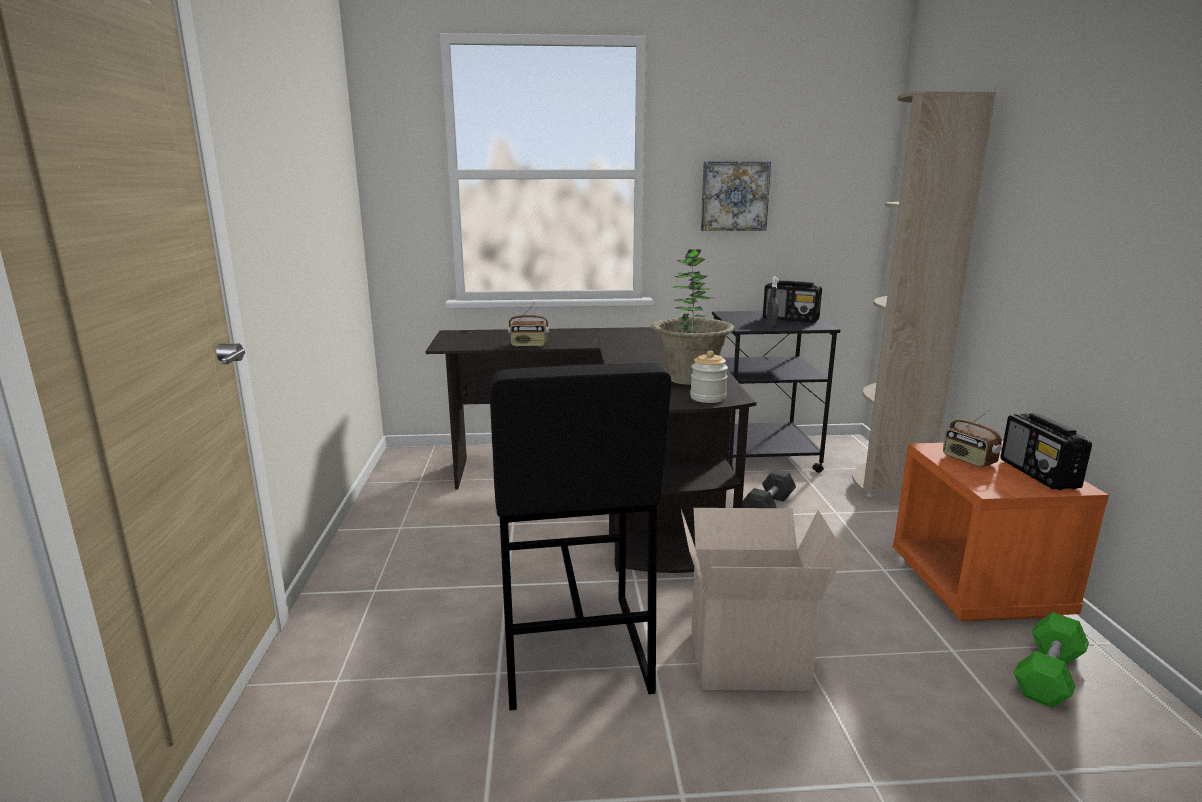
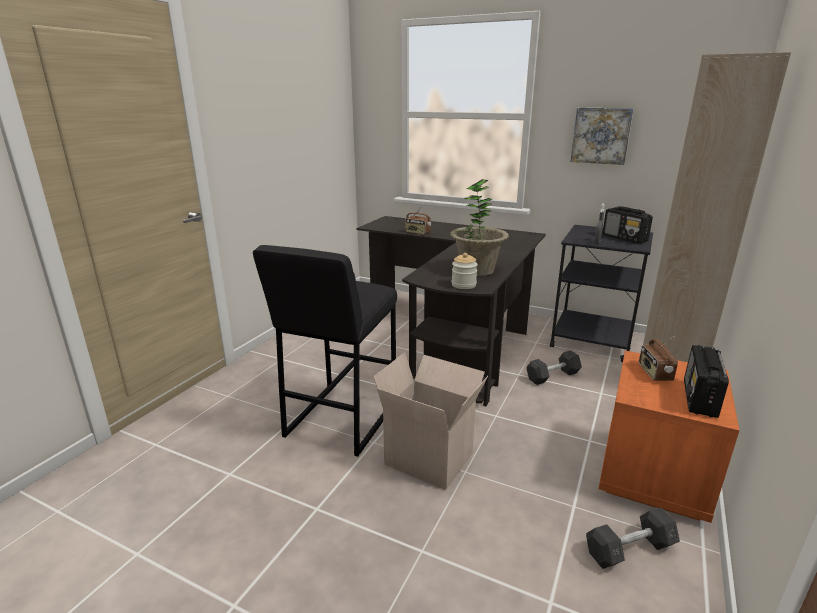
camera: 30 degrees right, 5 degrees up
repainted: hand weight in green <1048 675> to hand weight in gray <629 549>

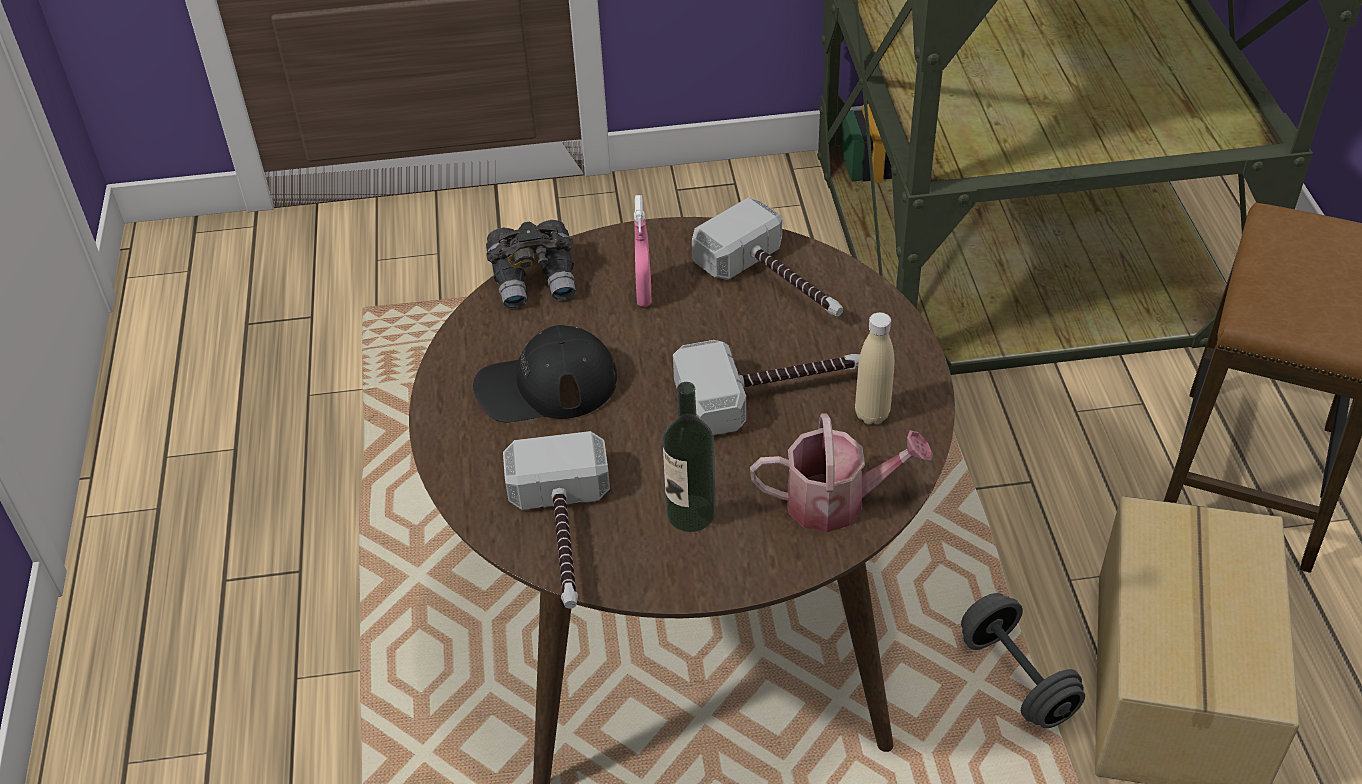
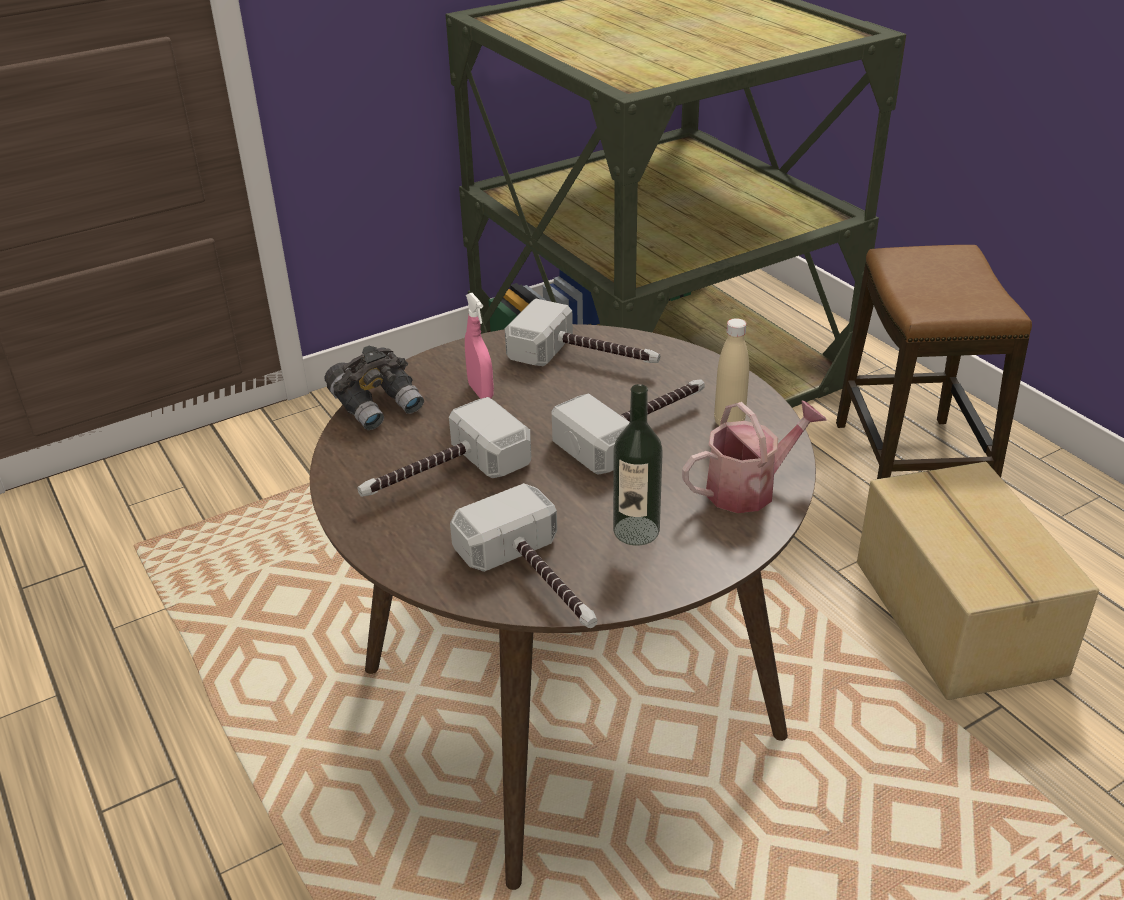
camera: 25 degrees left, 10 degrees down
gone: hand weight in gray <1017 678>
swapped: cap in black-coloured <546 386> to hand hammer <440 476>

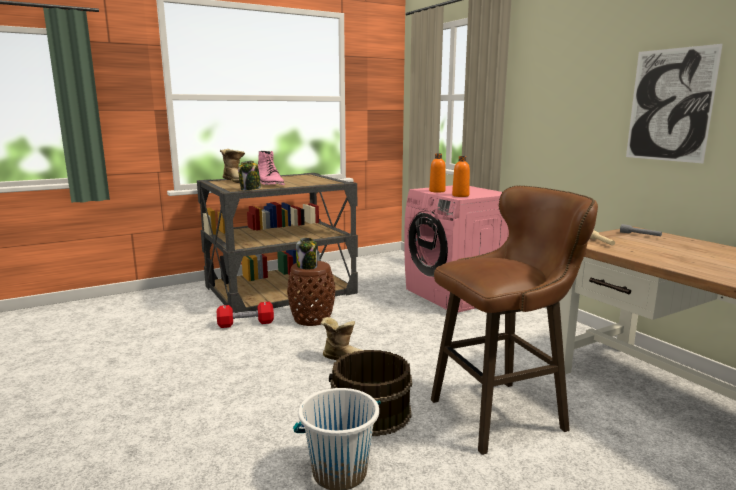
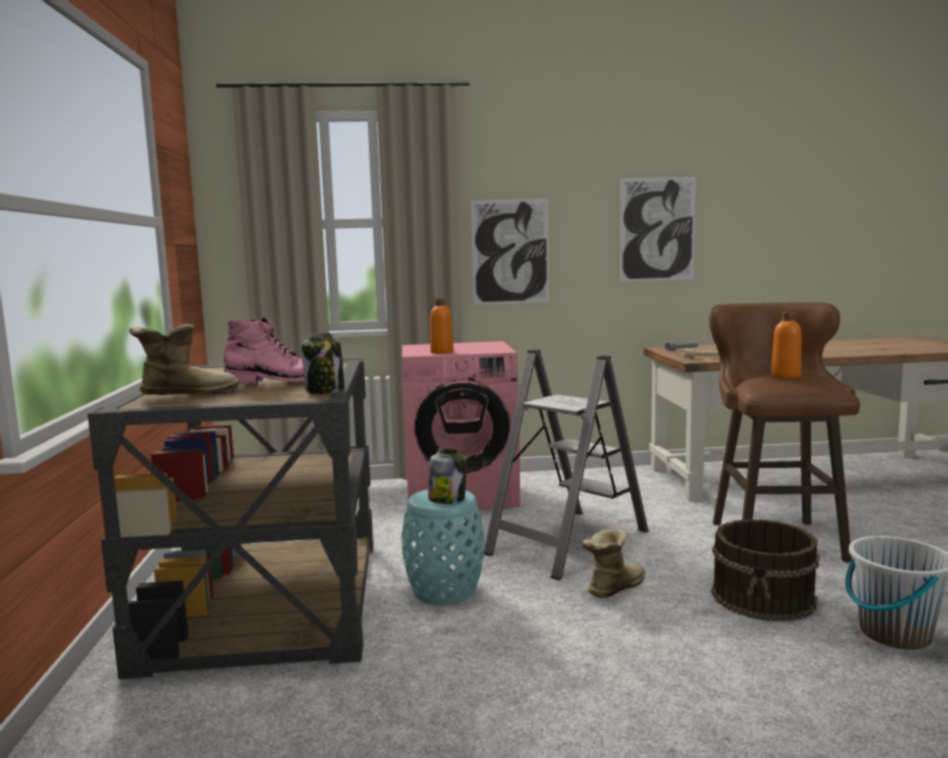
camera: 65 degrees left, 5 degrees down
gone: hand weight in reddish <246 324>
new: wall art <510 251>; step ladder in gray <566 542>
shifted: beverage bottle in orange <460 195> to <785 376>
repainted: stool seat in brownish <312 319> to stool seat in turquoise <445 591>

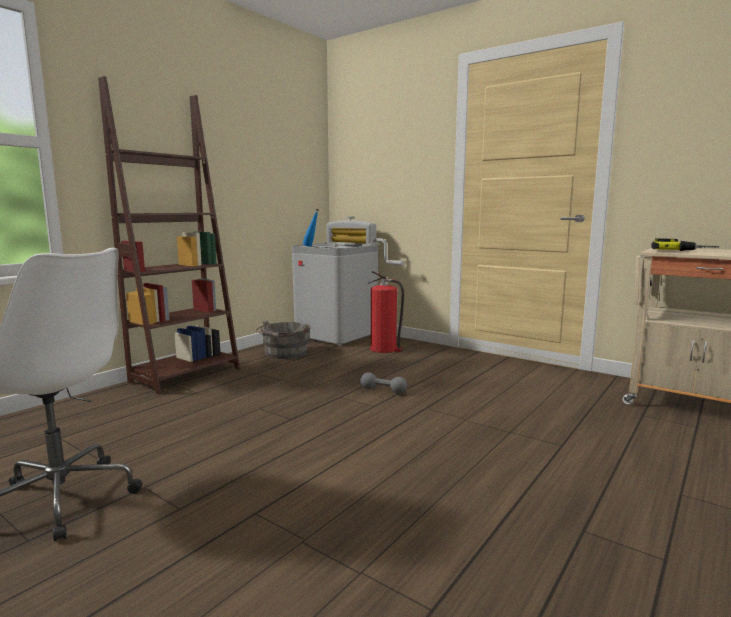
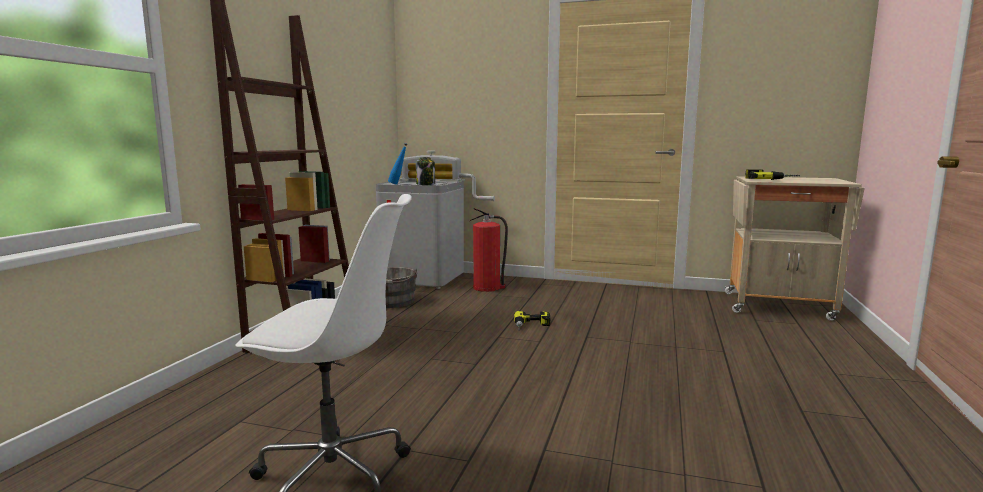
camera: 20 degrees left, 0 degrees up
new: storage jar <426 184>
swapped: hand weight in gray <383 391> to drill <532 326>

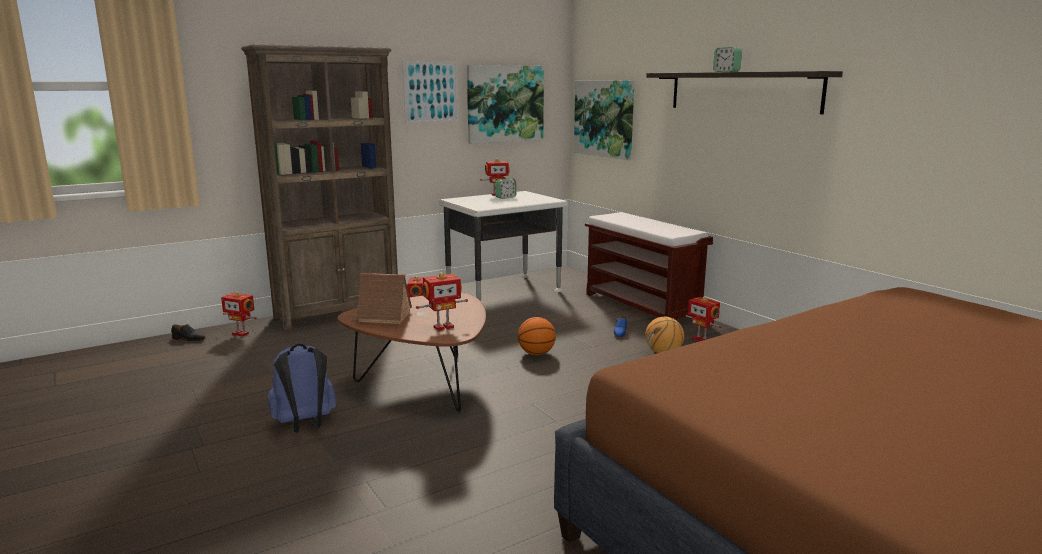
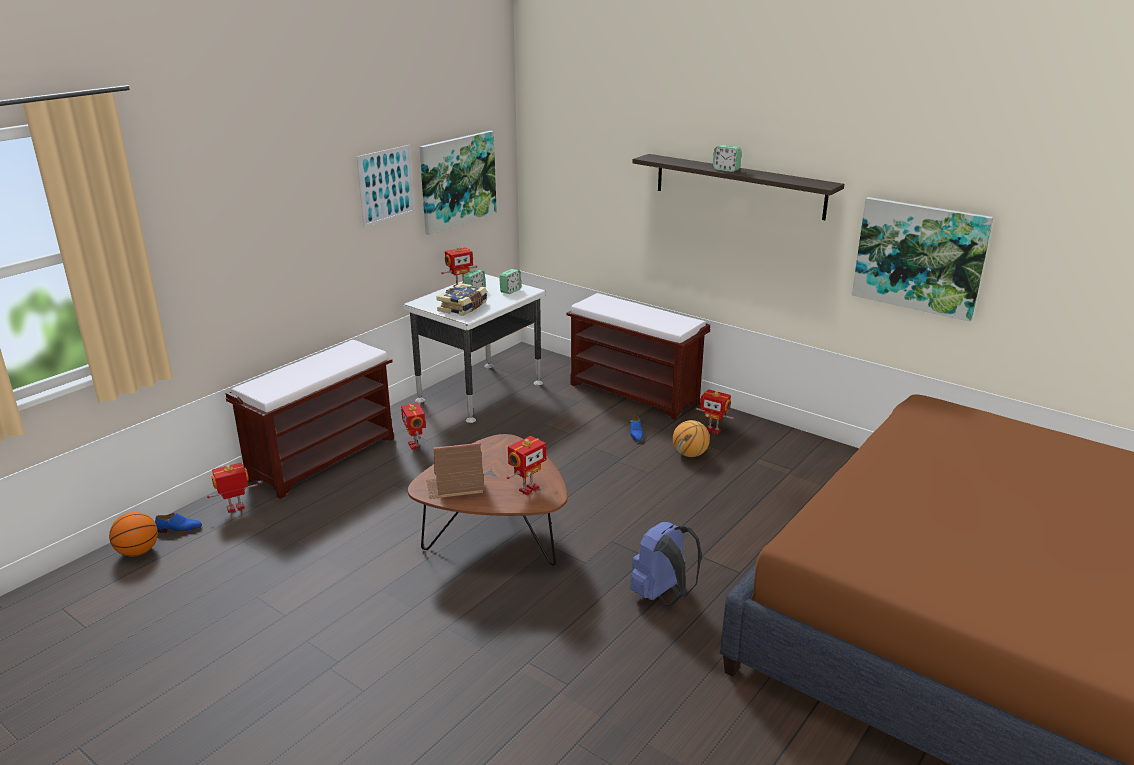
camera: 20 degrees left, 10 degrees up
new: book <463 307>; table clock <510 291>
shifted: ball for basketball <536 353> to <138 552>; backpack in blue-coloured <305 425> to <662 595>; wall art <604 118> to <919 257>
swapped: shelving unit in brownish <338 313> to indoor bench in brownish <323 458>
repainted: low shoe in black-coloured <188 339> to low shoe in blue-coloured <179 529>
rotated: model robot <241 333> = <236 509> 150 degrees clockwise

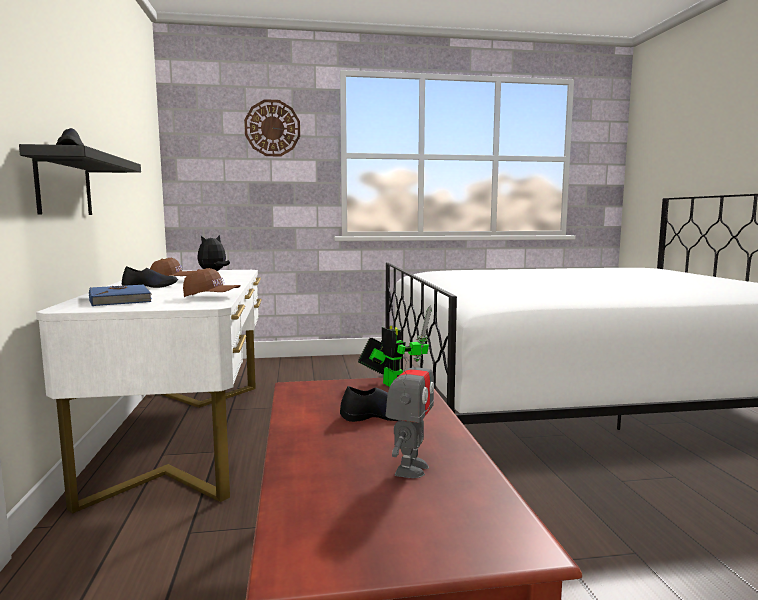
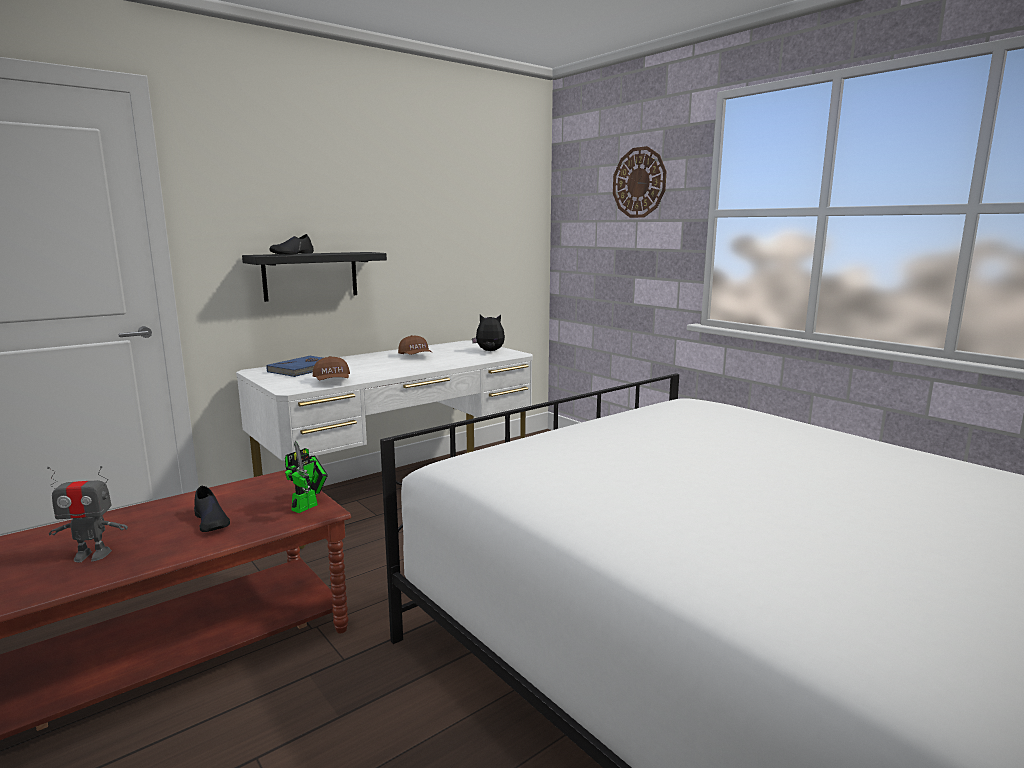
camera: 60 degrees right, 5 degrees up
gone: low shoe in black-coloured <150 286>

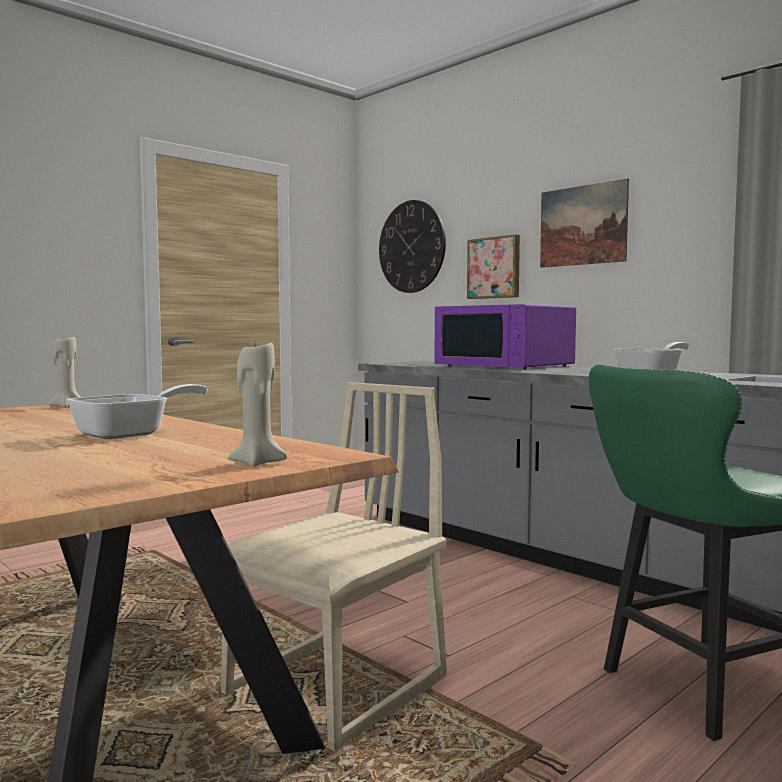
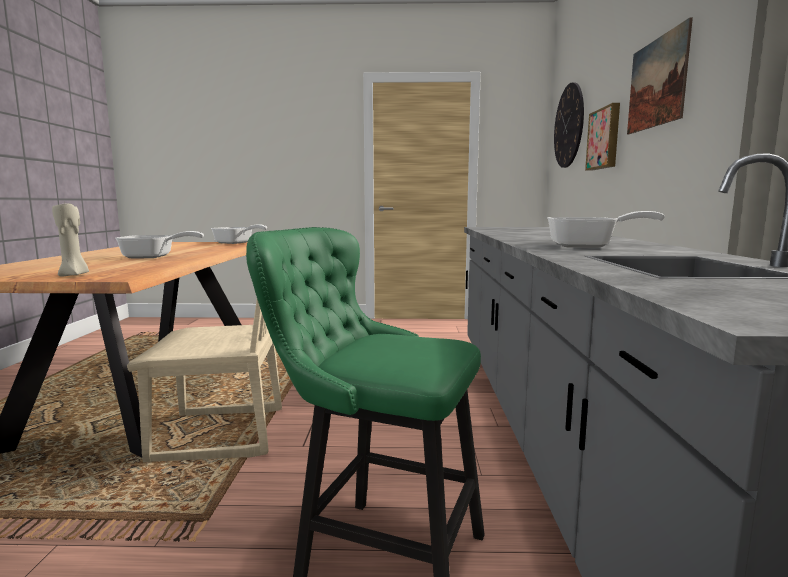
camera: 45 degrees right, 5 degrees up
gone: kitchen microwave in purplish <505 366>
swapped: candle in beige-coloured <67 406> to frying pan <236 243>

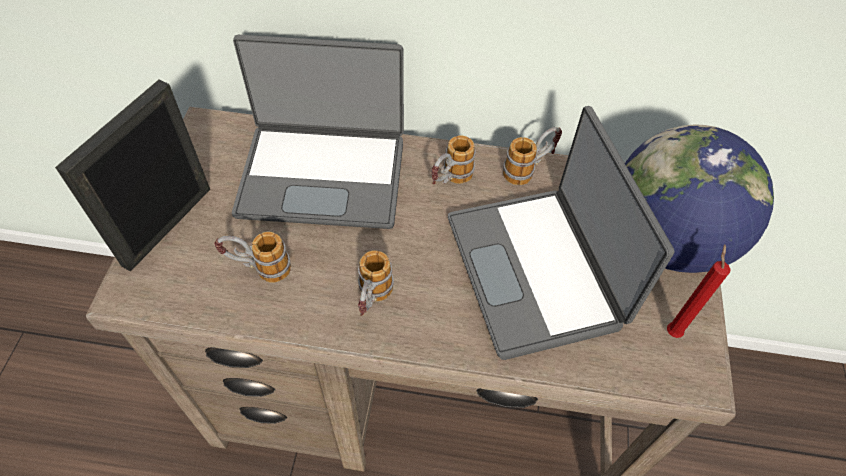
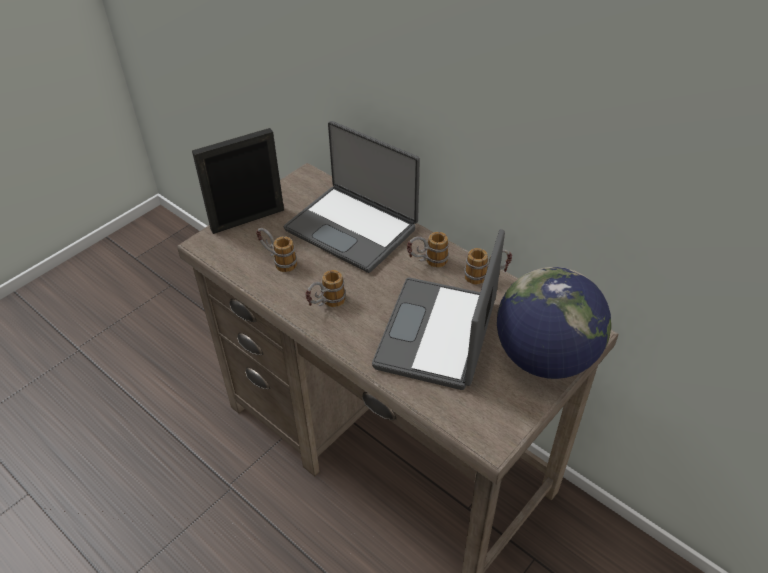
camera: 35 degrees right, 10 degrees down
gone: candle in reddish <672 330>

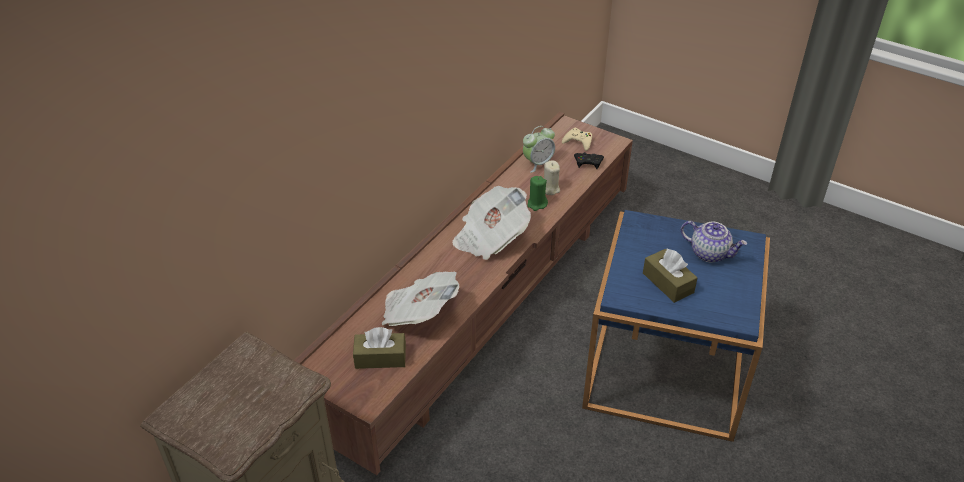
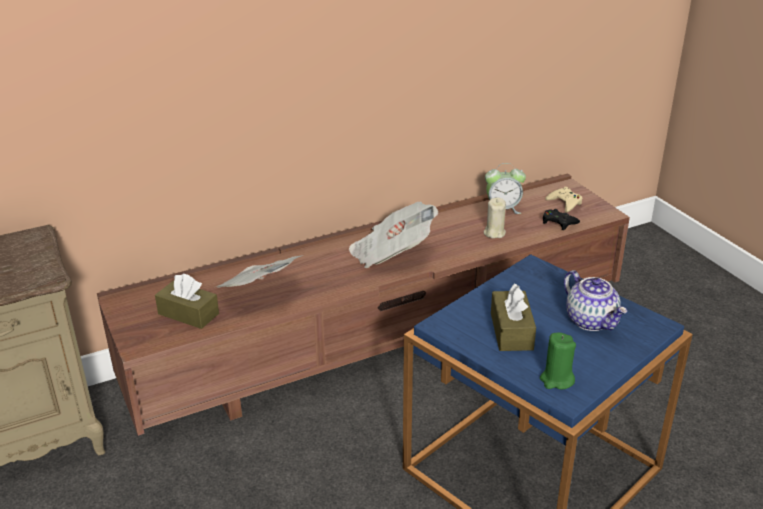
camera: 30 degrees right, 10 degrees down
shifted: candle in green <537 204> to <556 380>

